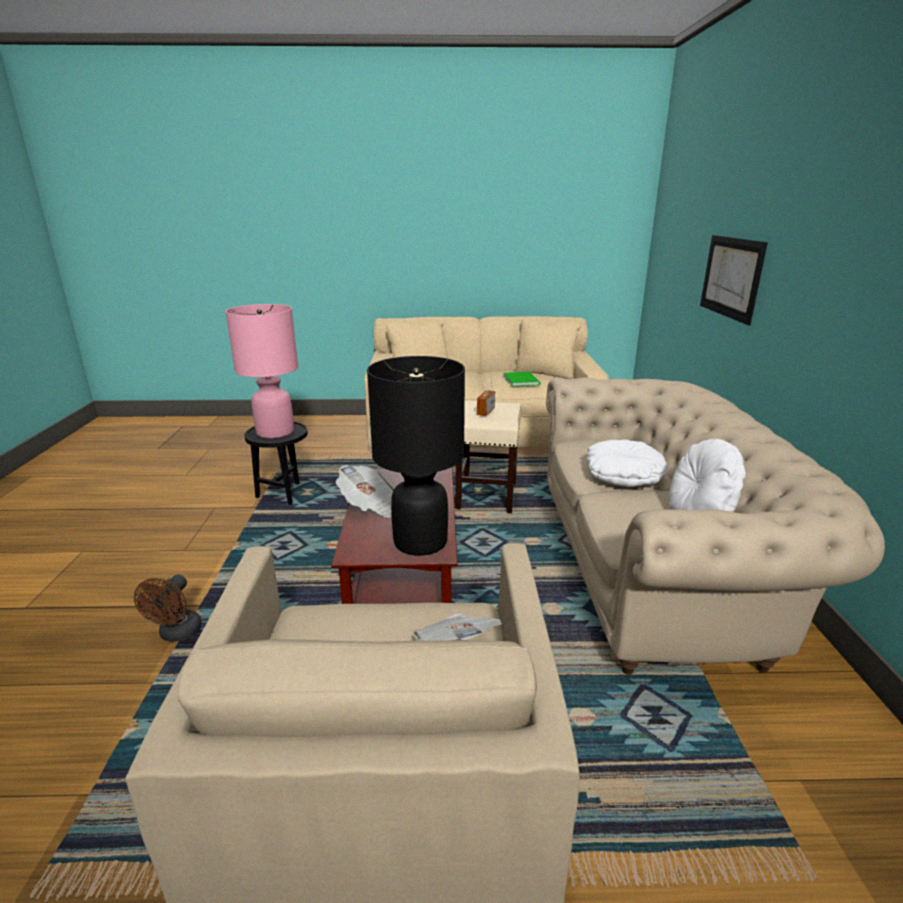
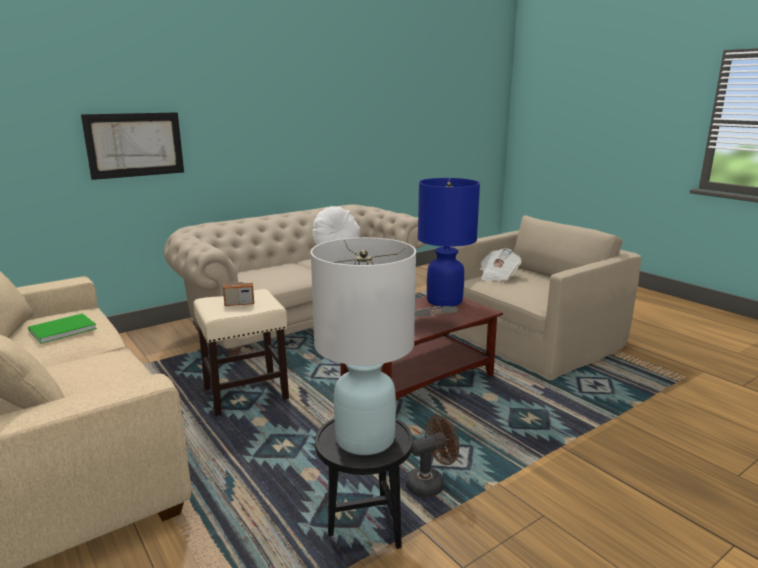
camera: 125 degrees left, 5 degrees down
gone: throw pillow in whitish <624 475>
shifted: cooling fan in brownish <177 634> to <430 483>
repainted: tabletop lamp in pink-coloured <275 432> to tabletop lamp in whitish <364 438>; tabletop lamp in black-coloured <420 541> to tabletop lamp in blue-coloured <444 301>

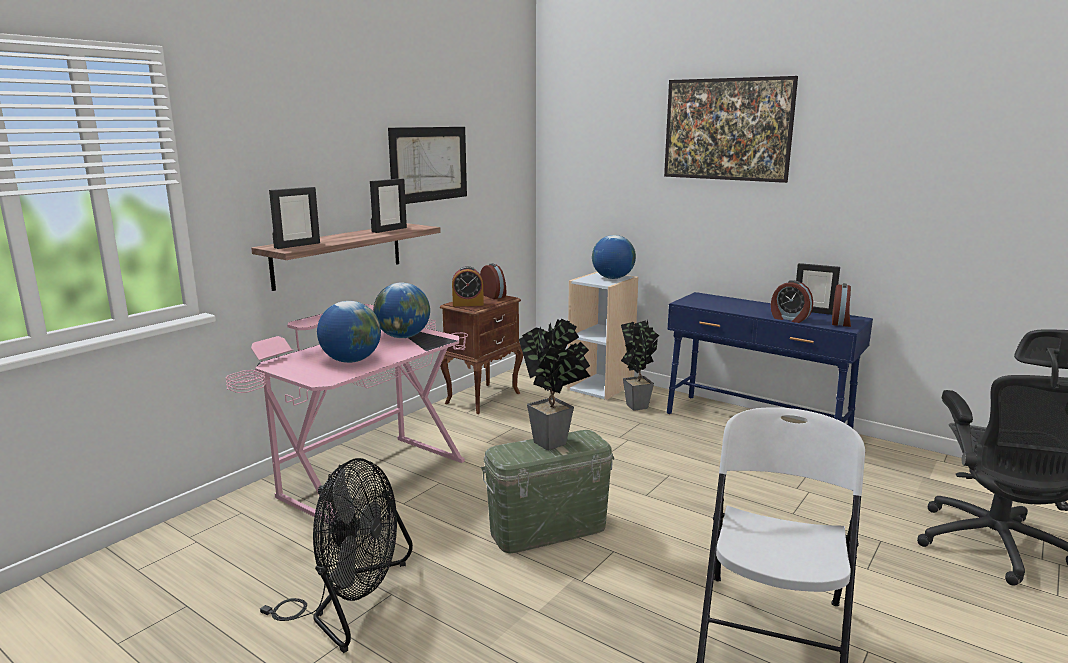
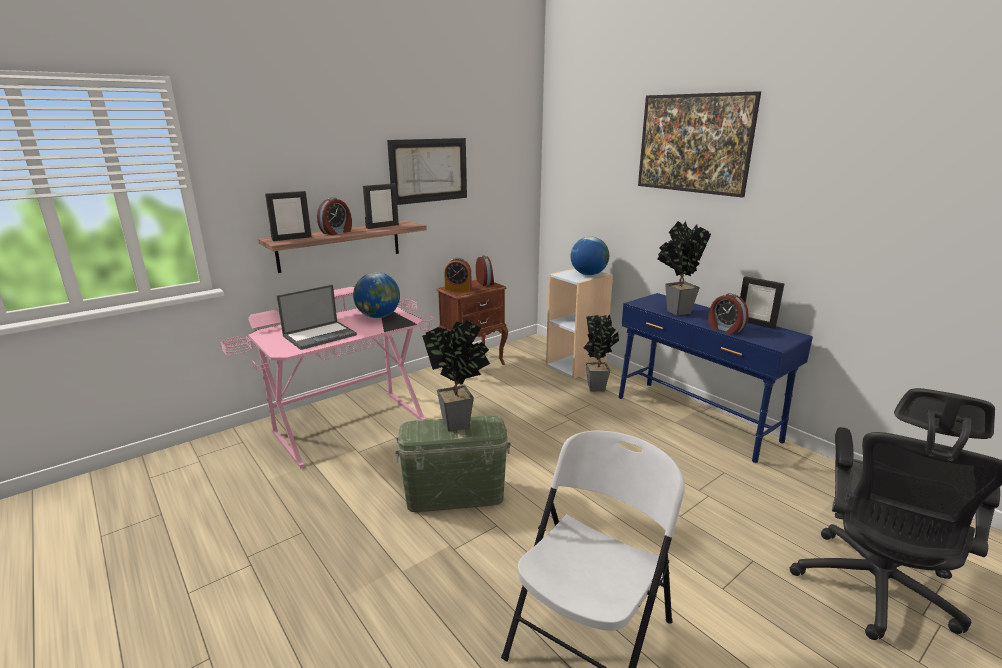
camera: 15 degrees right, 5 degrees up
gone: cooling fan in black-coloured <348 603>
new: houseplant <674 312>
shifted: table clock <841 322> to <337 232>
swapped: desk globe <351 360> to portable computer <320 335>

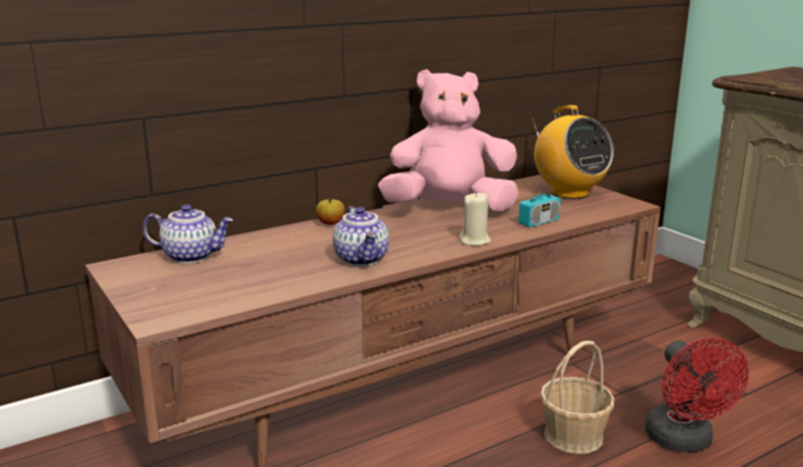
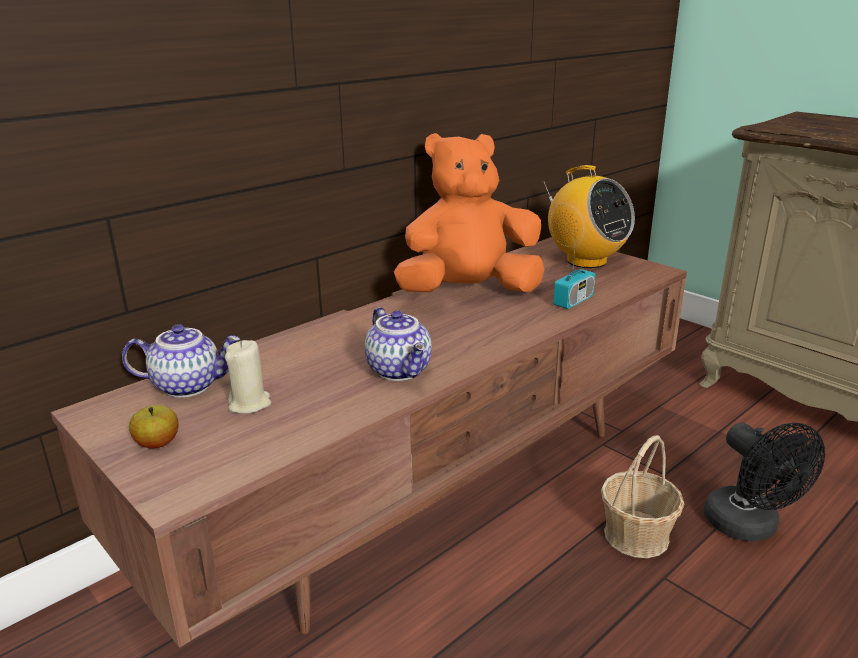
camera: 10 degrees left, 5 degrees up
shifted: apple <330 223> to <157 443>; candle in beige-coloured <475 241> to <250 404>
repainted: plush toy in pink-coloured <449 209> to plush toy in orange <469 292>; cooling fan in reddish <684 441> to cooling fan in black-coloured <749 527>

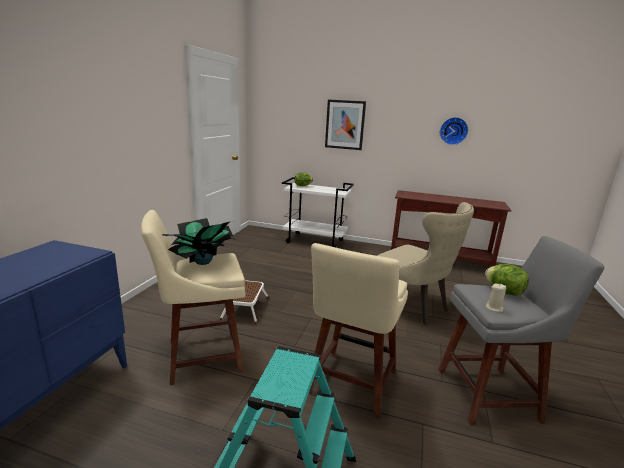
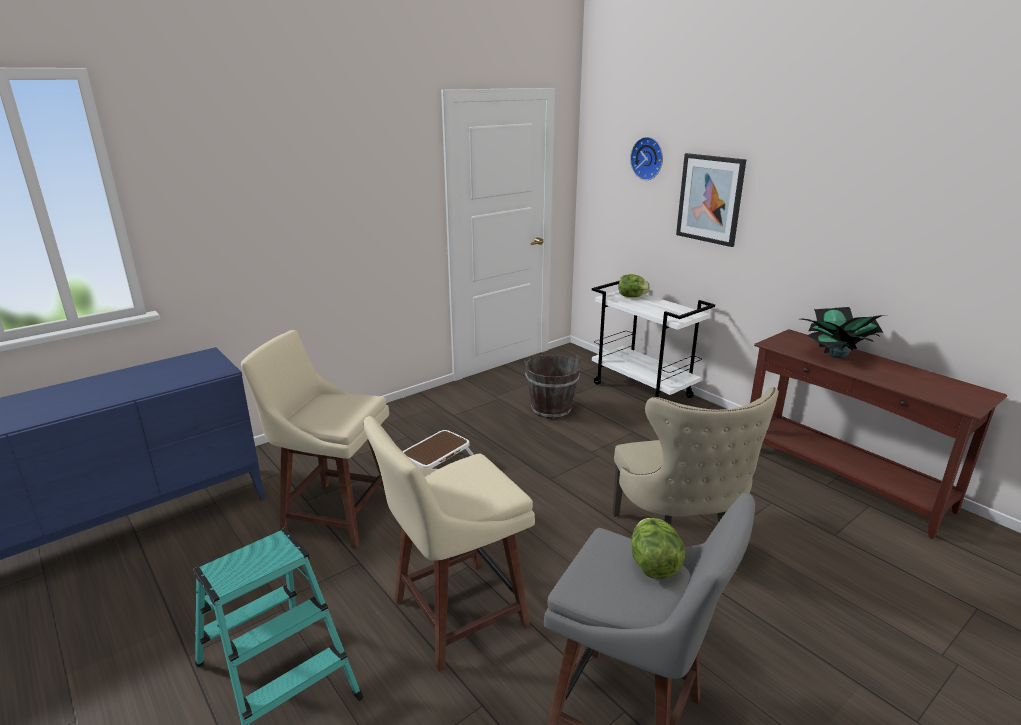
camera: 35 degrees right, 5 degrees up
gone: candle in beige-coloured <494 308>
new: pail in brownish <551 410>
shifted: clock on the wall <453 131> to <648 158>; houseplant <202 262> to <836 355>

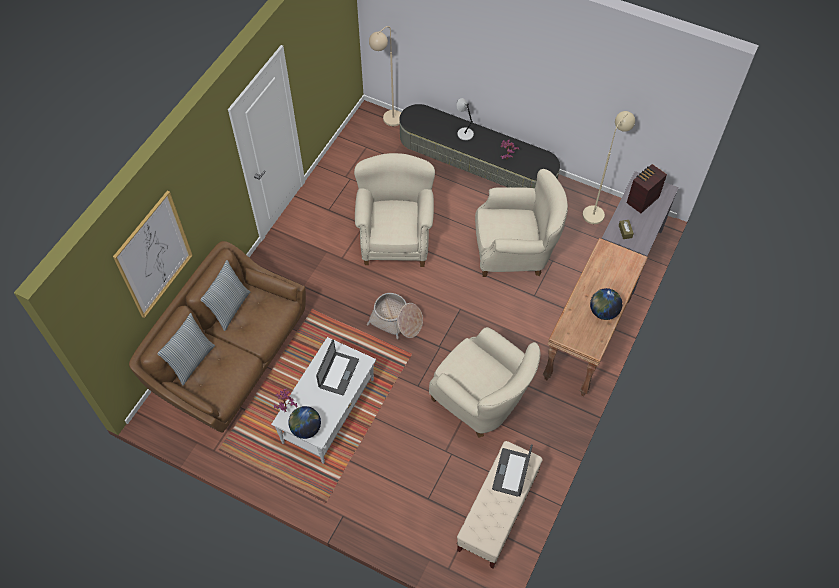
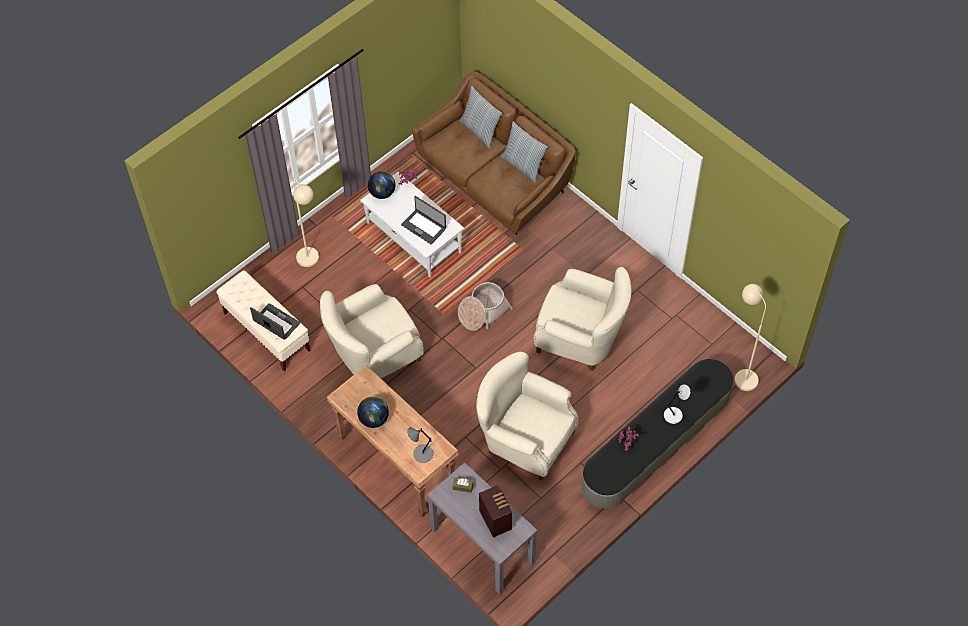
camera: 110 degrees right, 0 degrees up
gone: wall art <154 255>
new: tabletop lamp in gray <422 454>
shifted: standing lamp in beige-coloured <596 211> to <311 262>
rotated: lounge chair in beige-coloured <515 251> = <525 438> 105 degrees clockwise

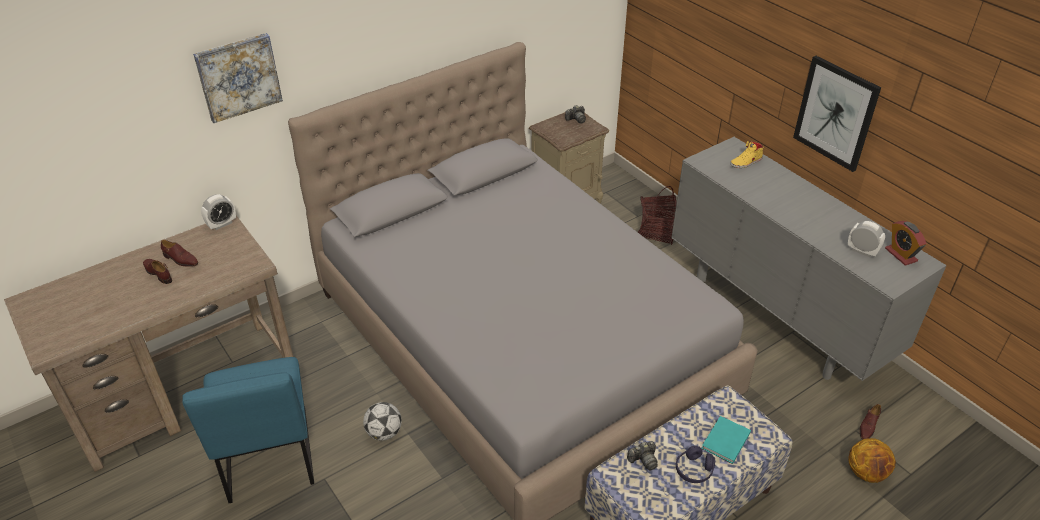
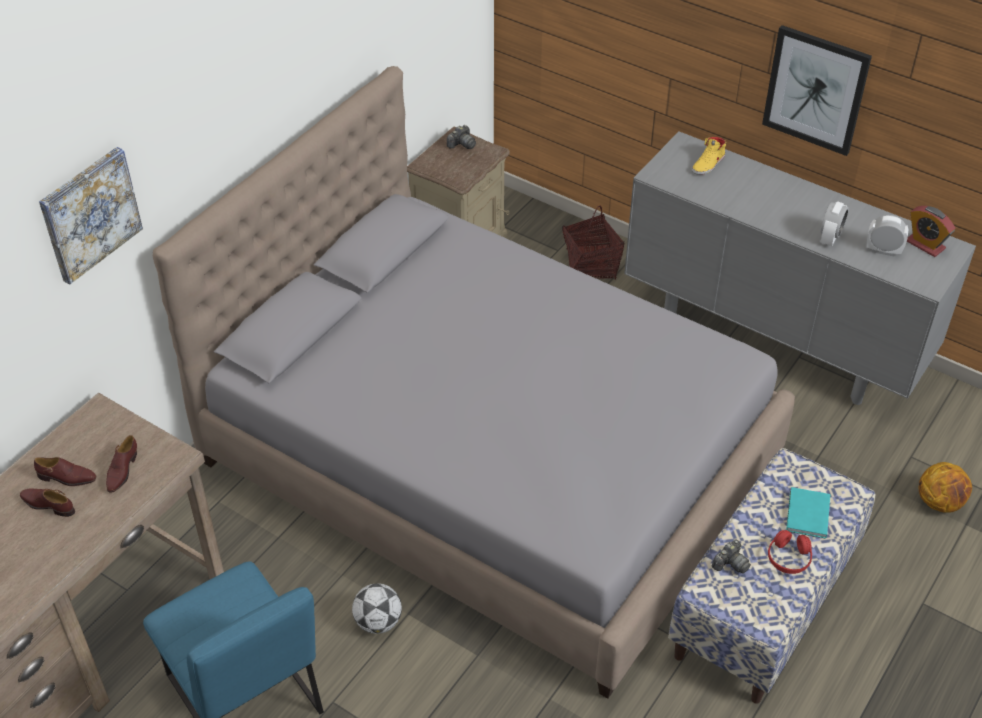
camera: 20 degrees left, 5 degrees up
shifted: low shoe in brownish <868 426> to <122 471>; table clock <222 224> to <830 238>
repainted: headphones in purplish <694 470> to headphones in reddish <788 558>

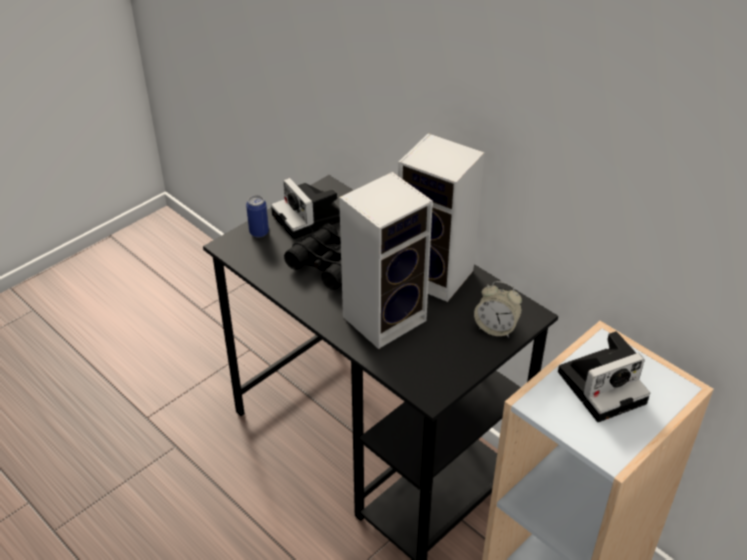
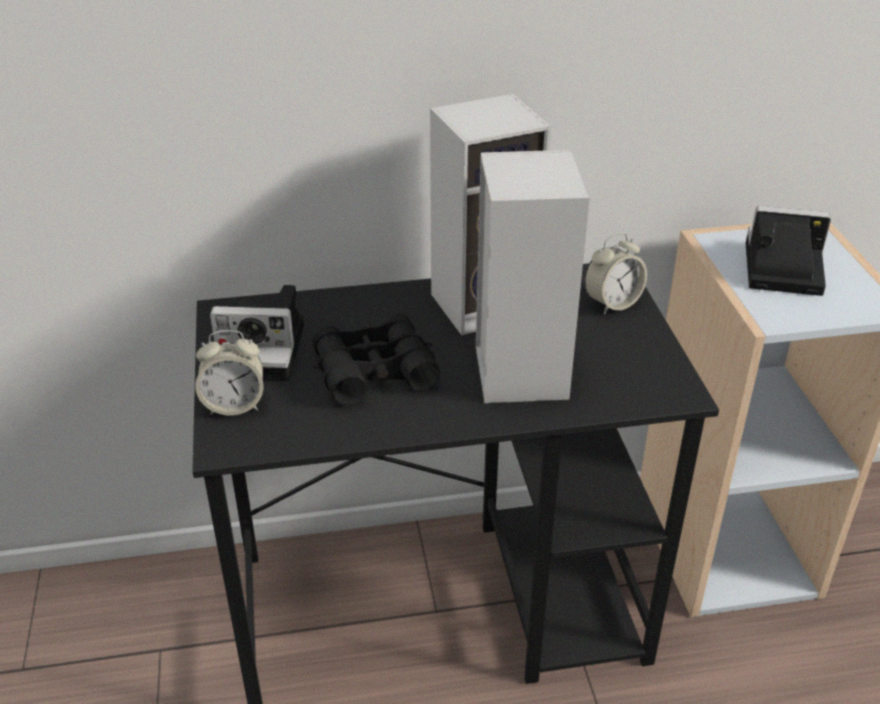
camera: 55 degrees left, 5 degrees down
swapped: can <259 232> to table clock <234 405>
rotated: still camera <603 385> = <778 268> 90 degrees counterclockwise

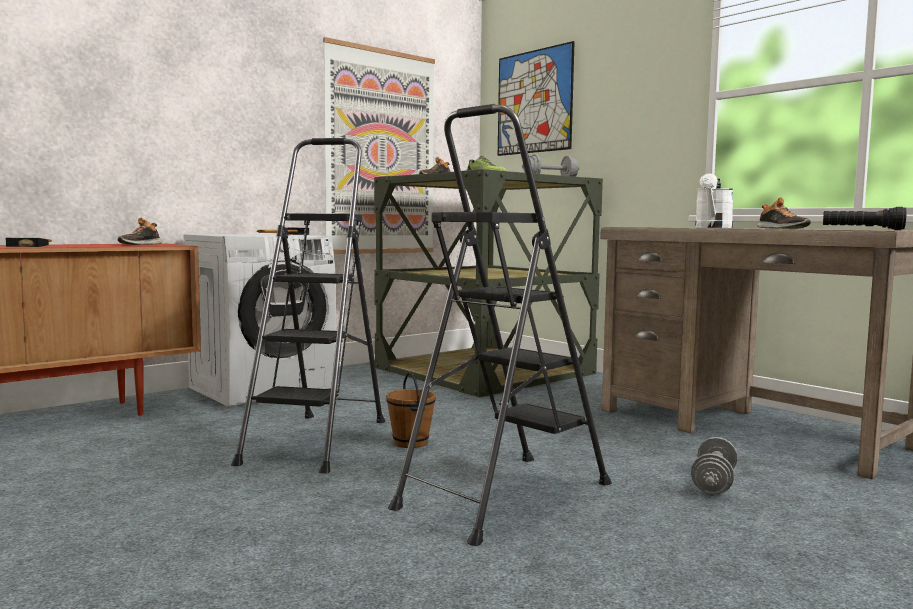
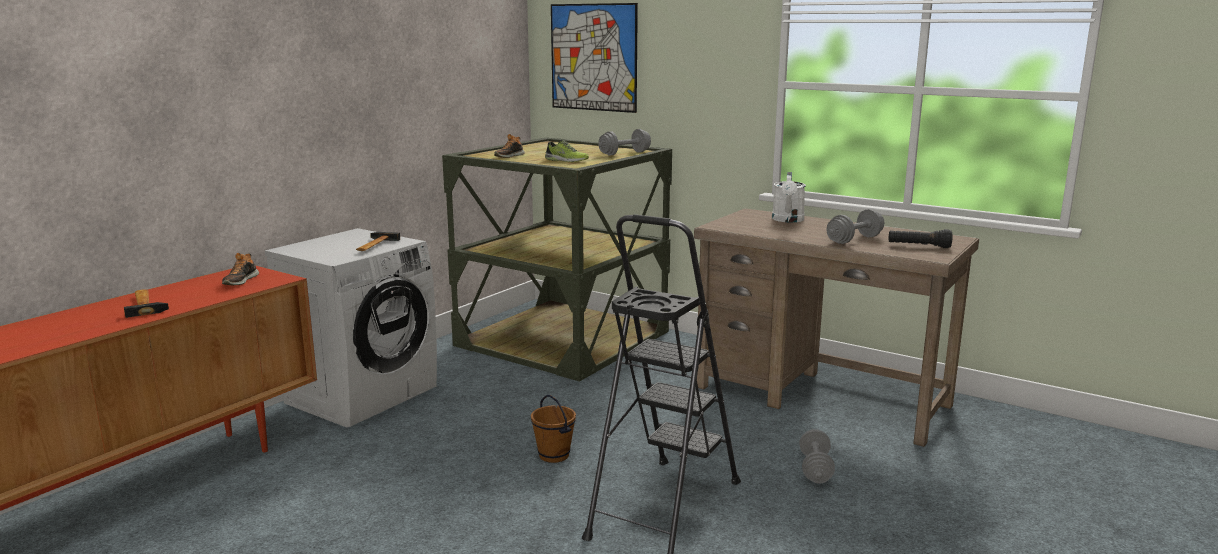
camera: 15 degrees left, 10 degrees up
gone: step ladder <317 440>; wall art <381 152>
swapped: low shoe <781 228> to hand weight in gray <854 240>

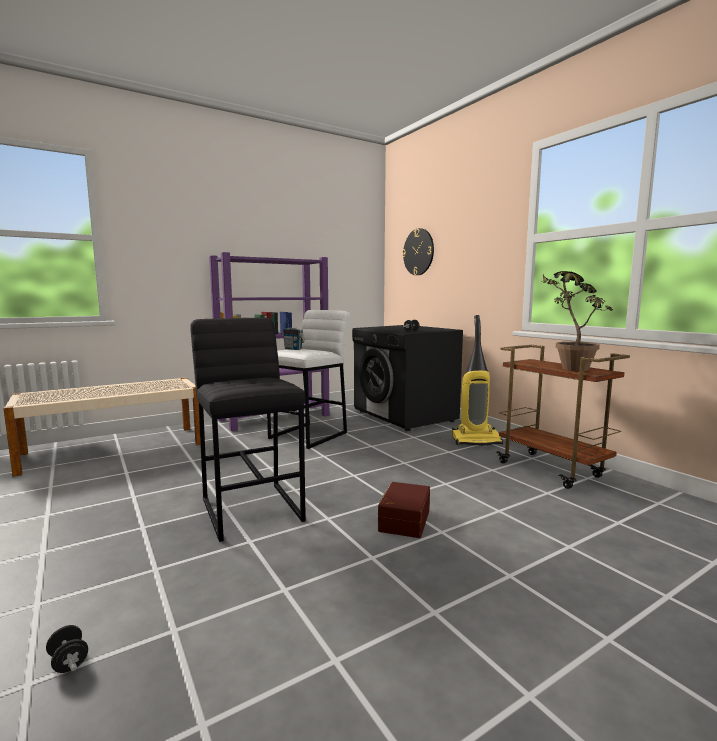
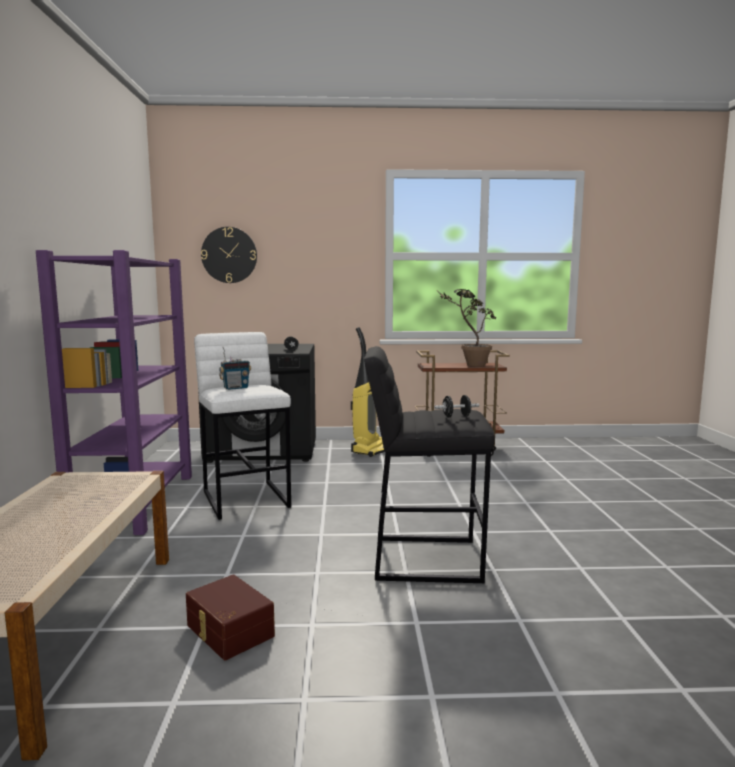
camera: 60 degrees left, 0 degrees up
shifted: storage bin in brownish <403 520> to <228 631>; hand weight in black-coloured <68 662> to <456 416>

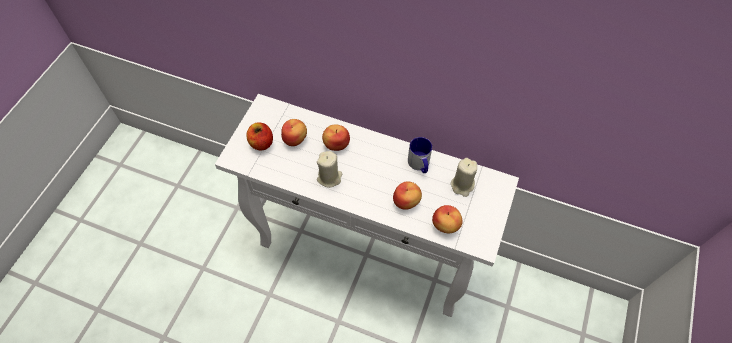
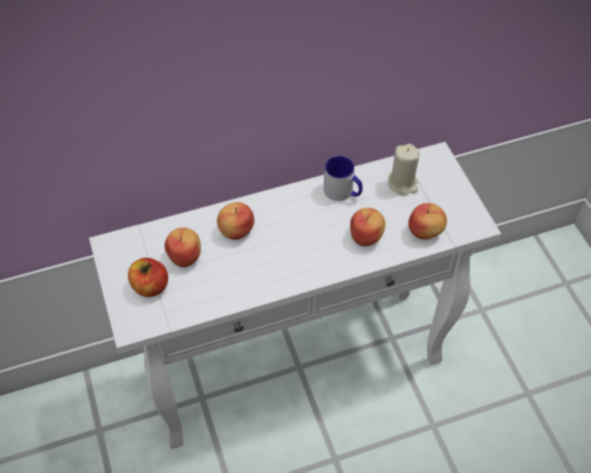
camera: 40 degrees left, 5 degrees down
gone: candle in beige-coloured <329 177>

